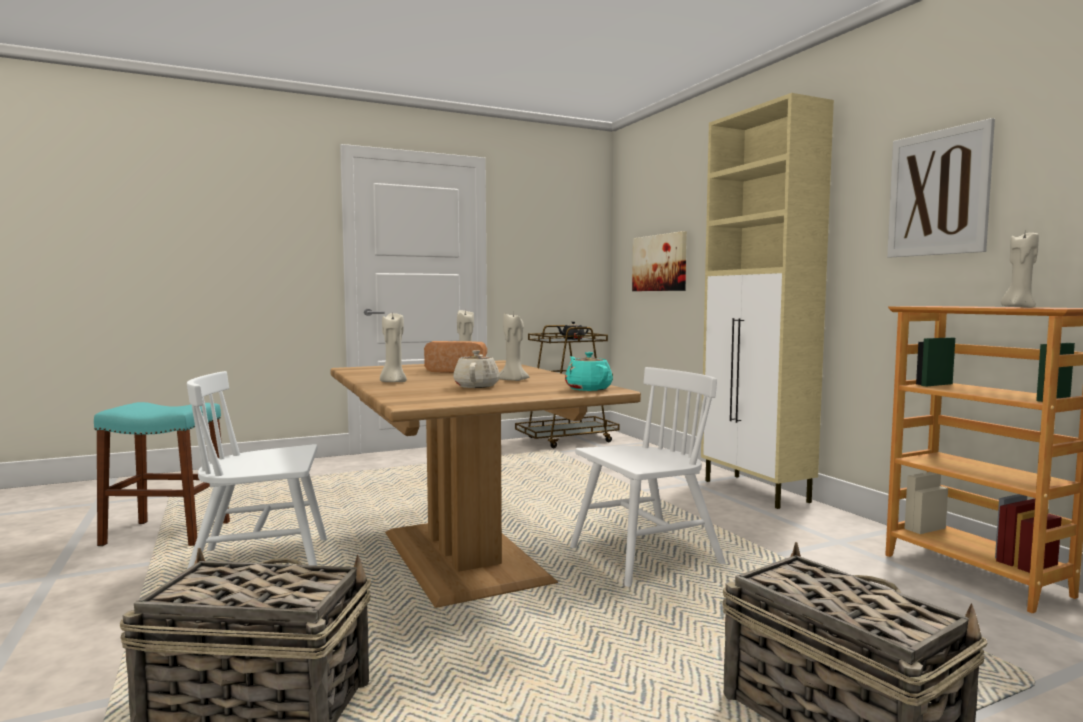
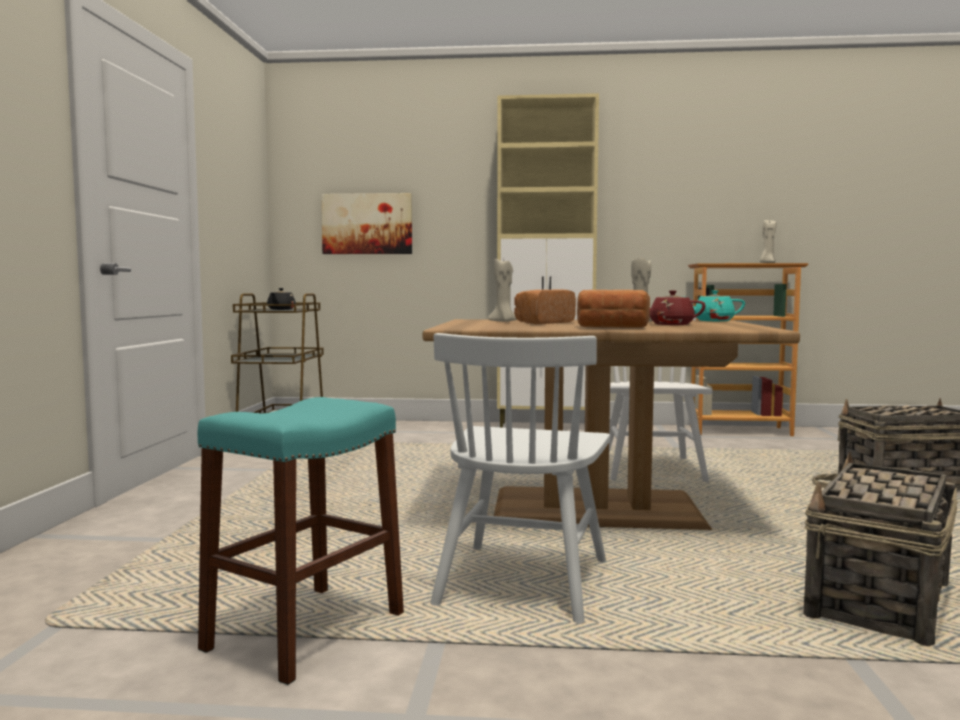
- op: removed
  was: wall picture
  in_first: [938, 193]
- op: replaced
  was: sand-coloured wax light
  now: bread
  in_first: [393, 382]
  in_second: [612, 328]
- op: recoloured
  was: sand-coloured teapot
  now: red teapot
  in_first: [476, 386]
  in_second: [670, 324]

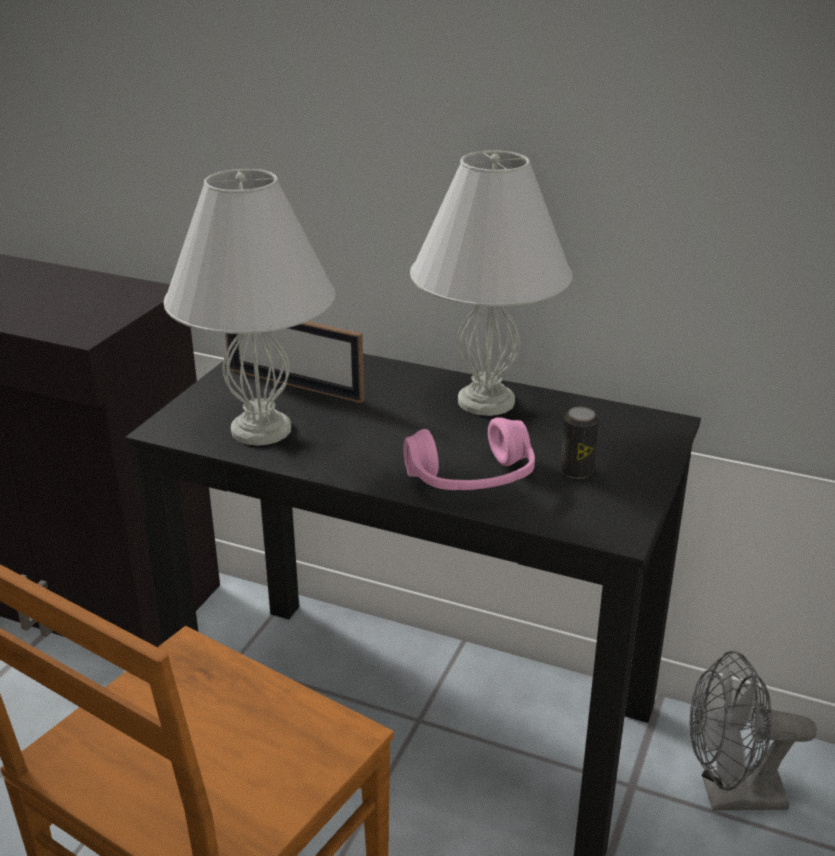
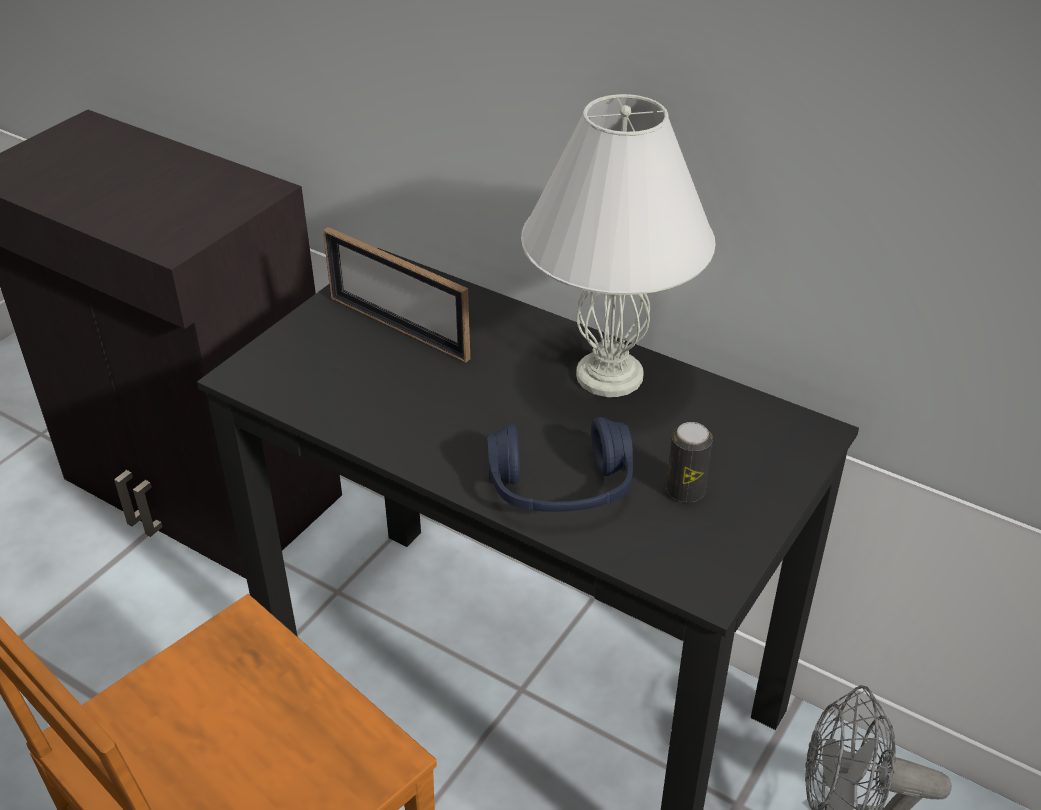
- op: removed
  was: whitish tabletop lamp
  in_first: [262, 429]
- op: recoloured
  was: pink headset
  now: blue headset
  in_first: [472, 479]
  in_second: [561, 488]

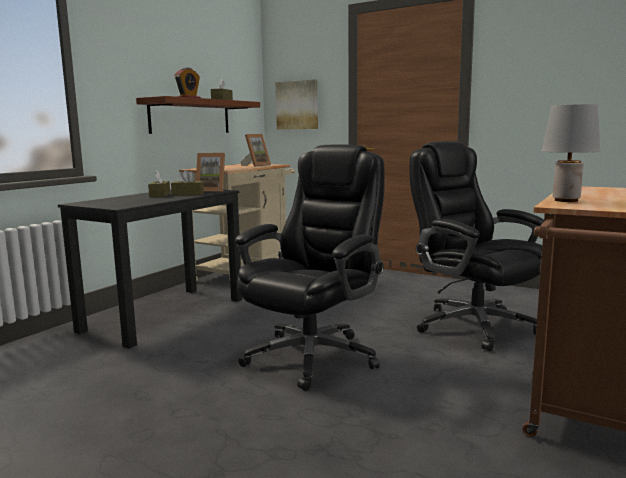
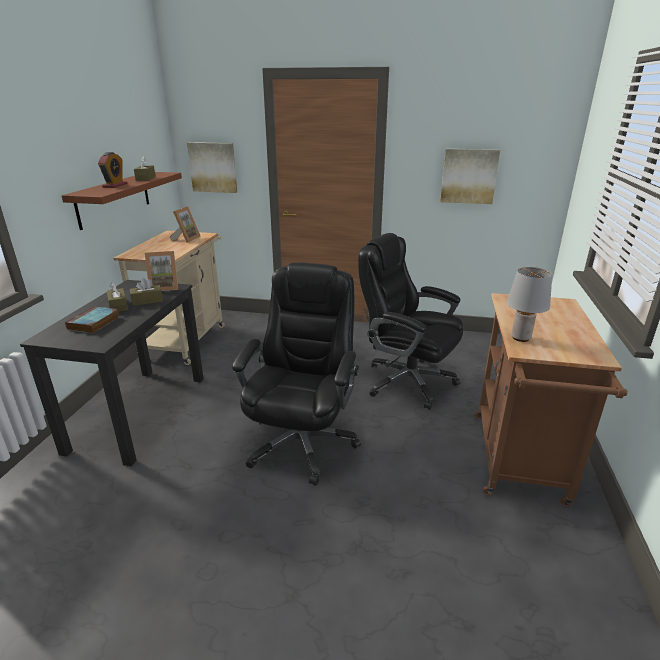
- op: added
  now: wall picture
  in_second: [469, 176]
- op: added
  now: book
  in_second: [93, 323]

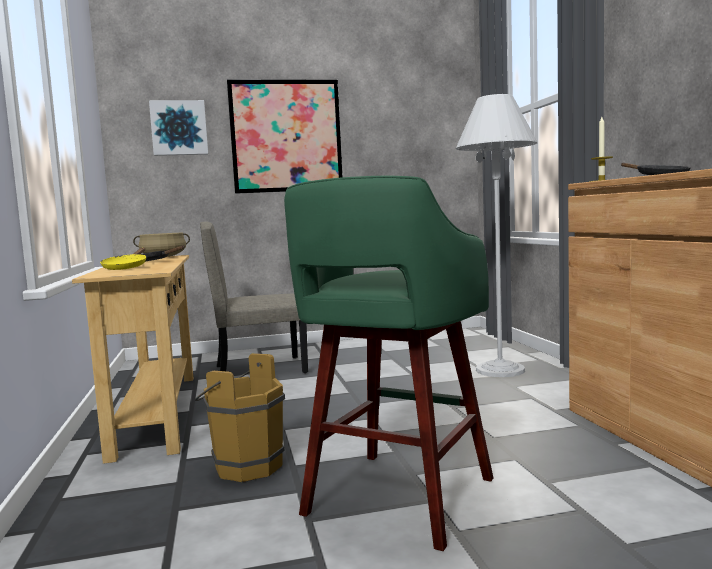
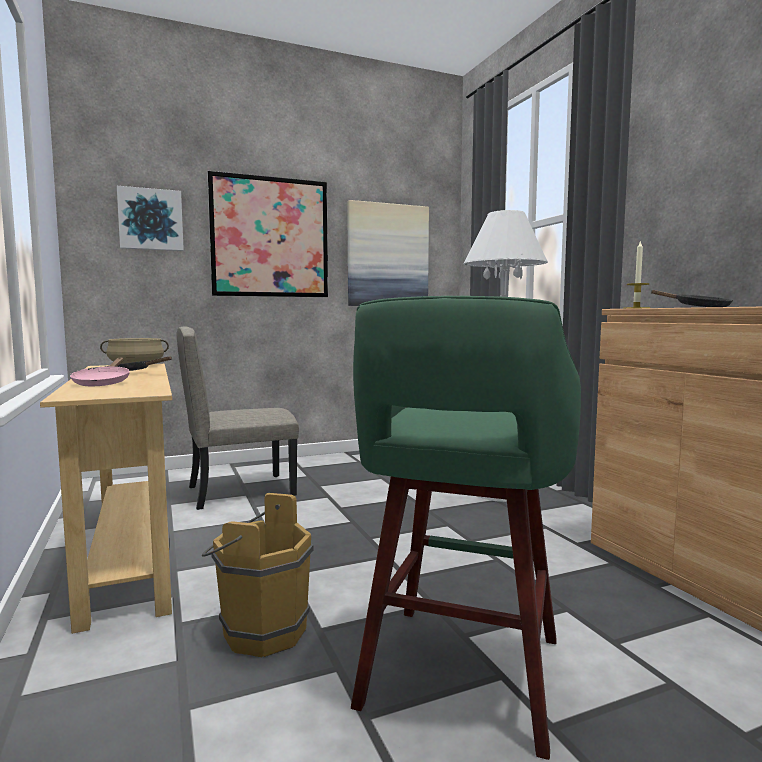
- op: recoloured
  was: yellowish frying pan
  now: pink frying pan
  in_first: [126, 267]
  in_second: [103, 383]
- op: added
  now: wall picture
  in_second: [387, 255]

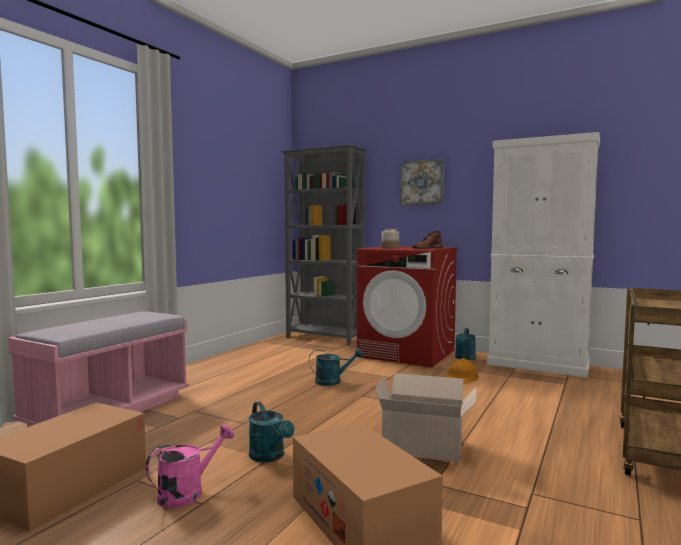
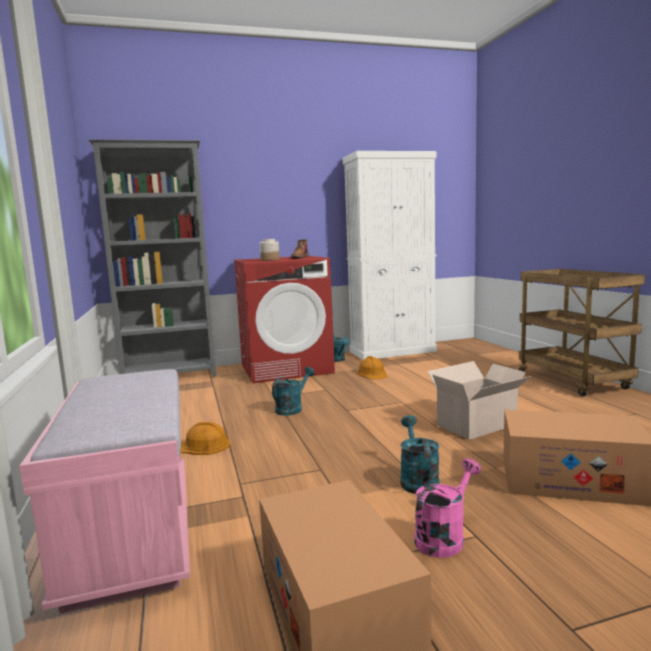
- op: removed
  was: wall picture
  in_first: [422, 182]
- op: turned
  was: blue-green watering can
  in_first: [270, 457]
  in_second: [417, 480]
  clockwise: -105
- op: turned
  was: pink watering can
  in_first: [188, 492]
  in_second: [444, 537]
  clockwise: 45
- op: added
  now: orange-coloured work helmet
  in_second: [203, 446]

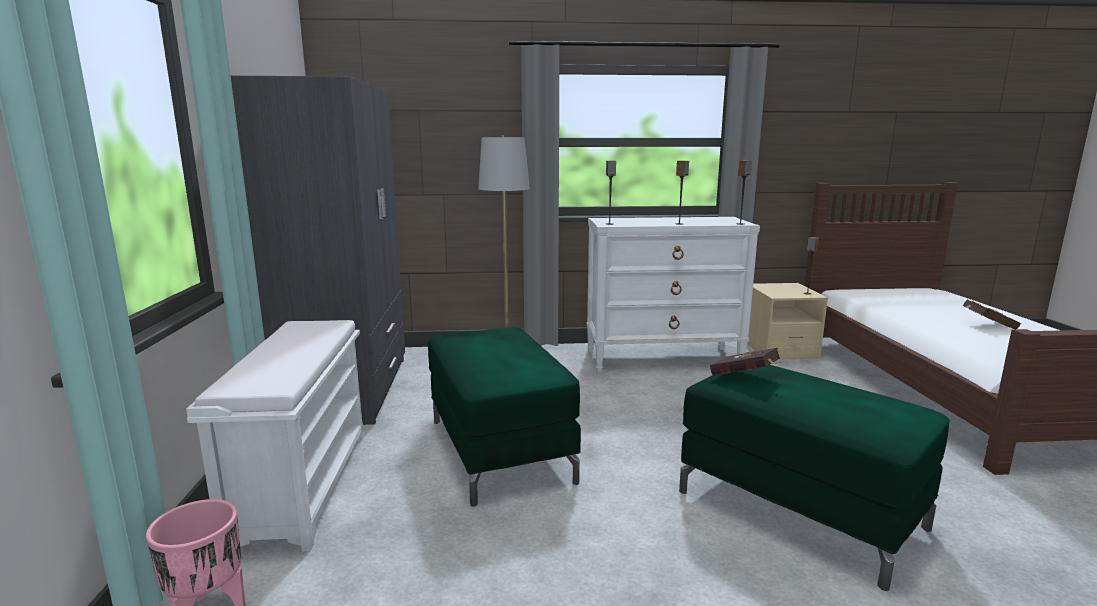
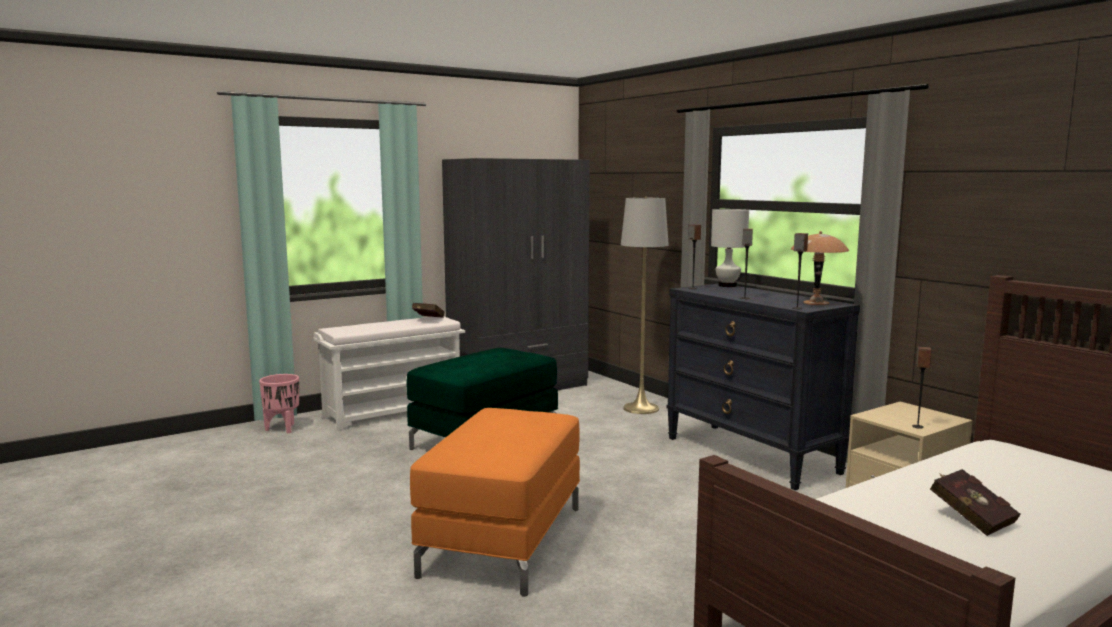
- op: recoloured
  was: whitish dresser
  now: blackish dresser
  in_first: [663, 359]
  in_second: [751, 455]
- op: moved
  was: red book
  in_first: [745, 378]
  in_second: [427, 320]
- op: recoloured
  was: green-coloured footrest
  now: orange-coloured footrest
  in_first: [796, 509]
  in_second: [503, 539]
- op: added
  now: whitish tabletop lamp
  in_second: [728, 285]
- op: added
  now: brown-coloured tabletop lamp
  in_second: [816, 303]

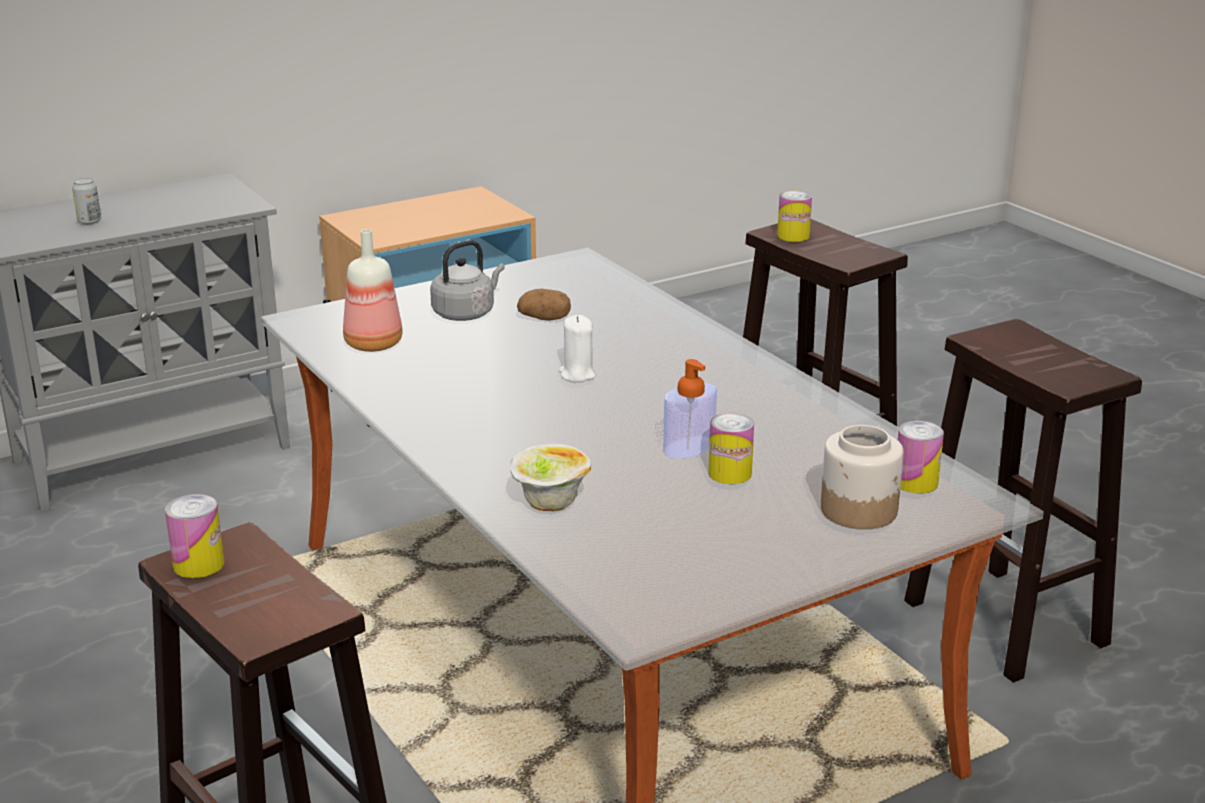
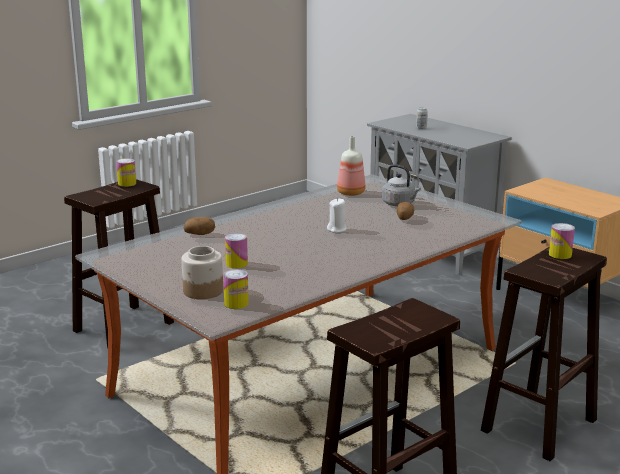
- op: removed
  was: liquid soap bottle
  in_first: [689, 447]
- op: replaced
  was: serving bowl
  now: potato
  in_first: [549, 504]
  in_second: [200, 234]

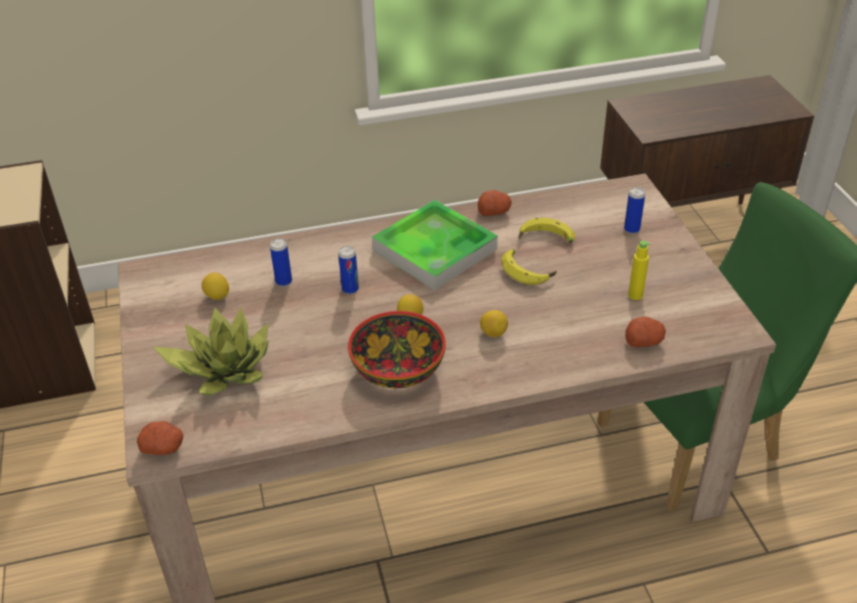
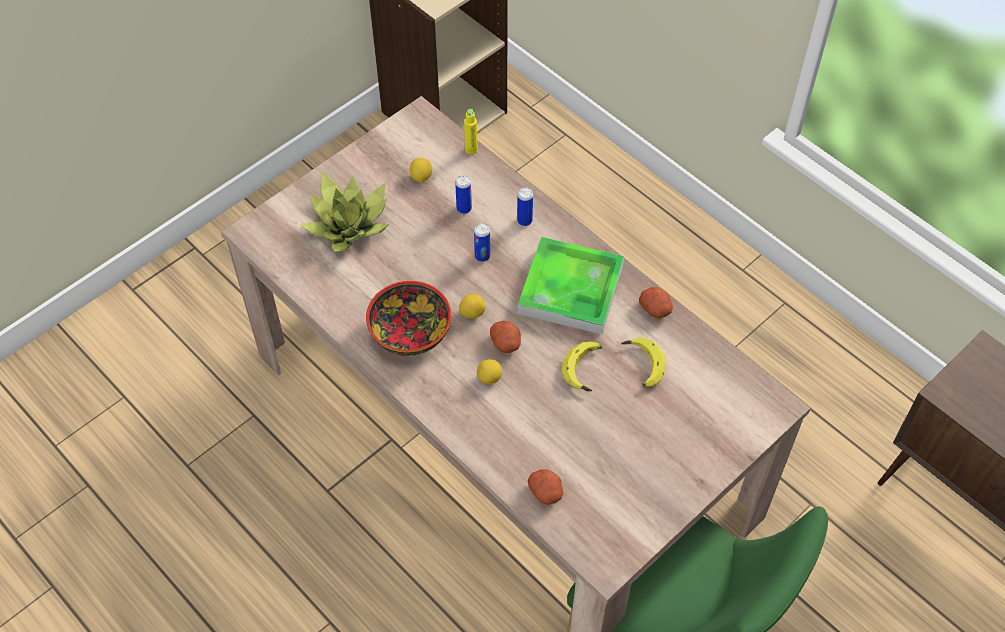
- op: moved
  was: can
  in_first: [631, 229]
  in_second: [524, 221]
- op: moved
  was: yellowish beverage bottle
  in_first: [635, 295]
  in_second: [471, 150]
- op: moved
  was: potato
  in_first: [164, 447]
  in_second: [506, 343]

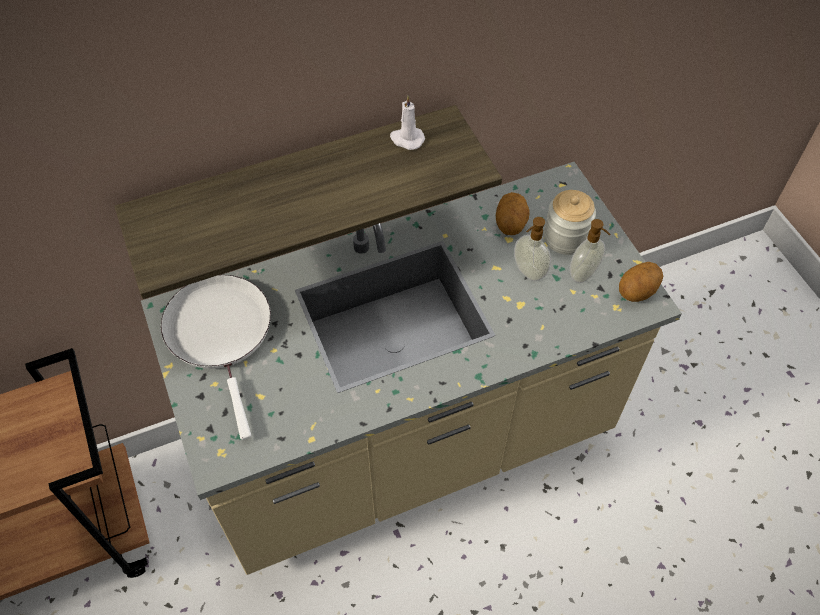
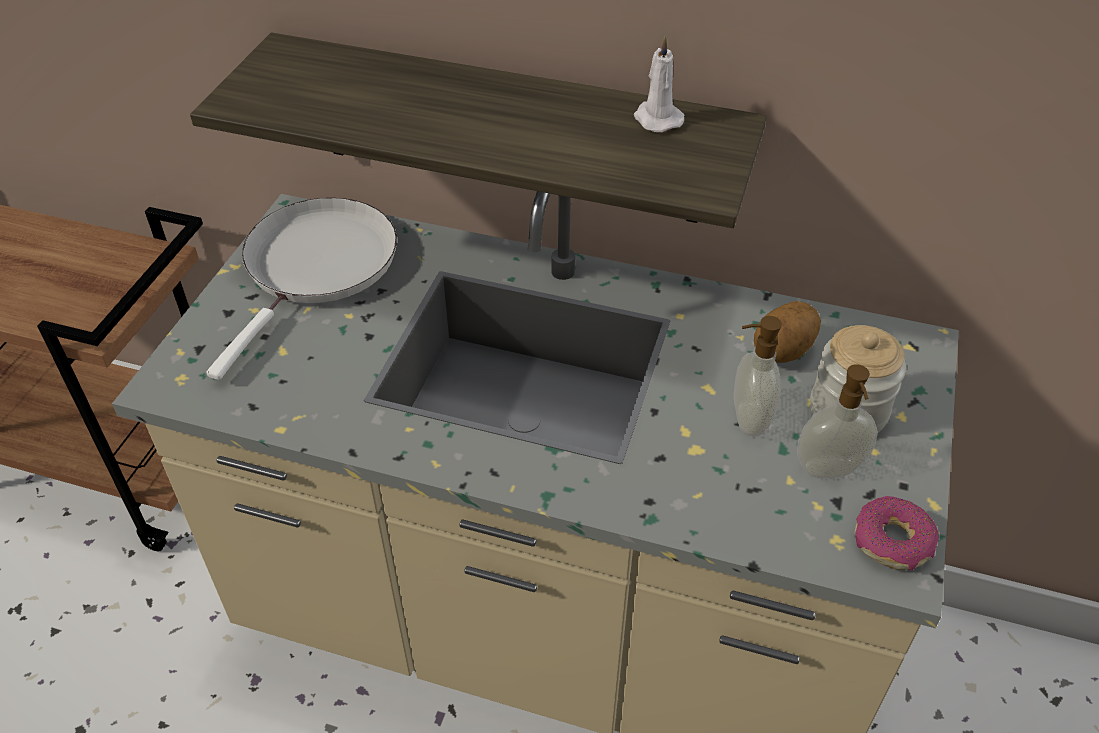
- op: replaced
  was: potato
  now: doughnut
  in_first: [637, 292]
  in_second: [892, 542]

